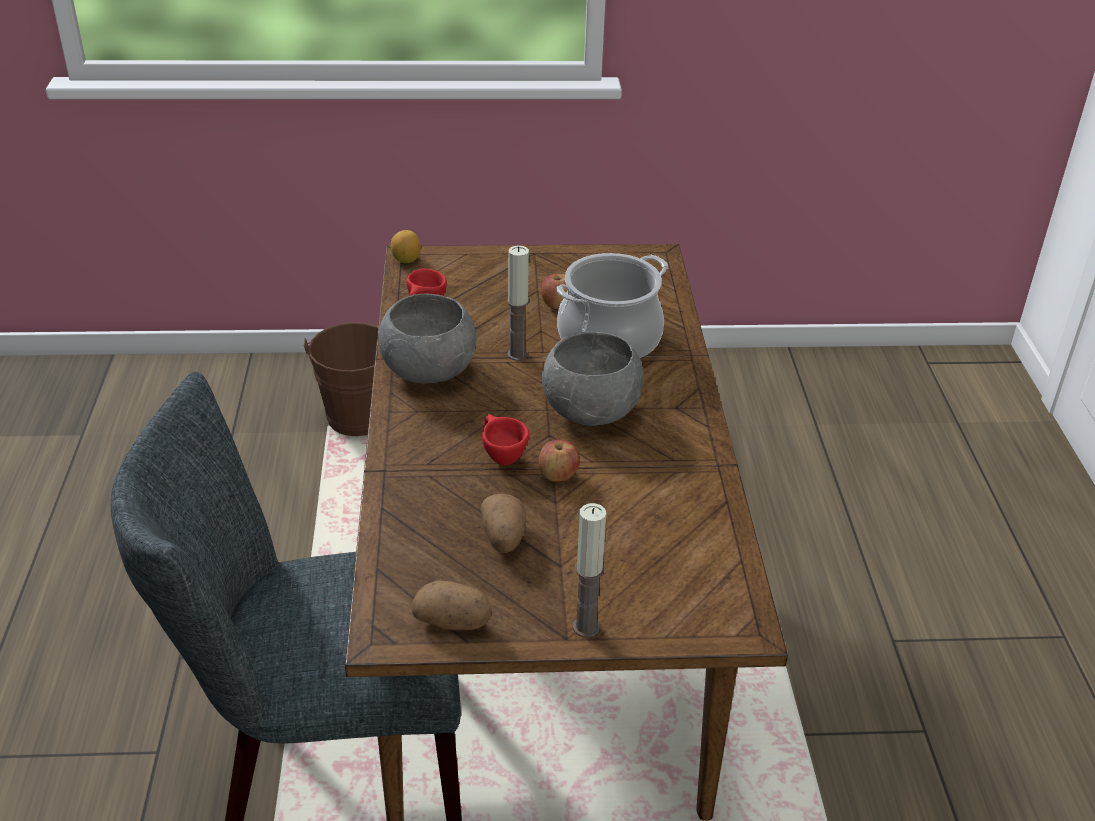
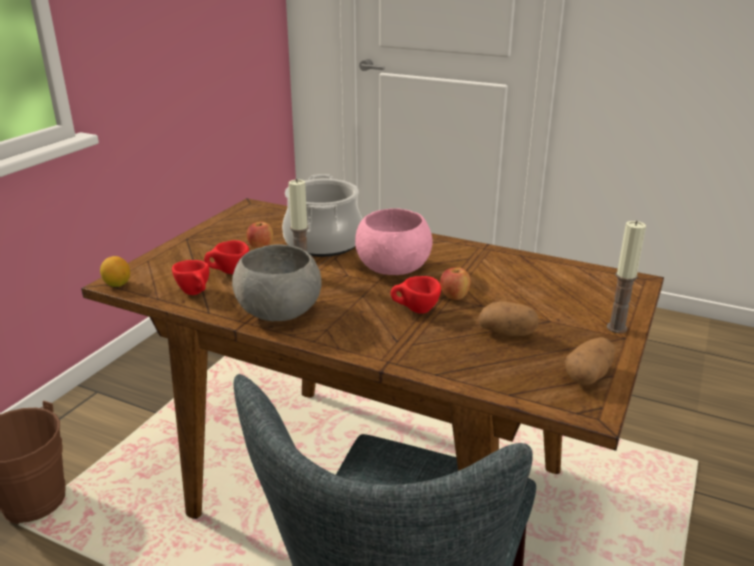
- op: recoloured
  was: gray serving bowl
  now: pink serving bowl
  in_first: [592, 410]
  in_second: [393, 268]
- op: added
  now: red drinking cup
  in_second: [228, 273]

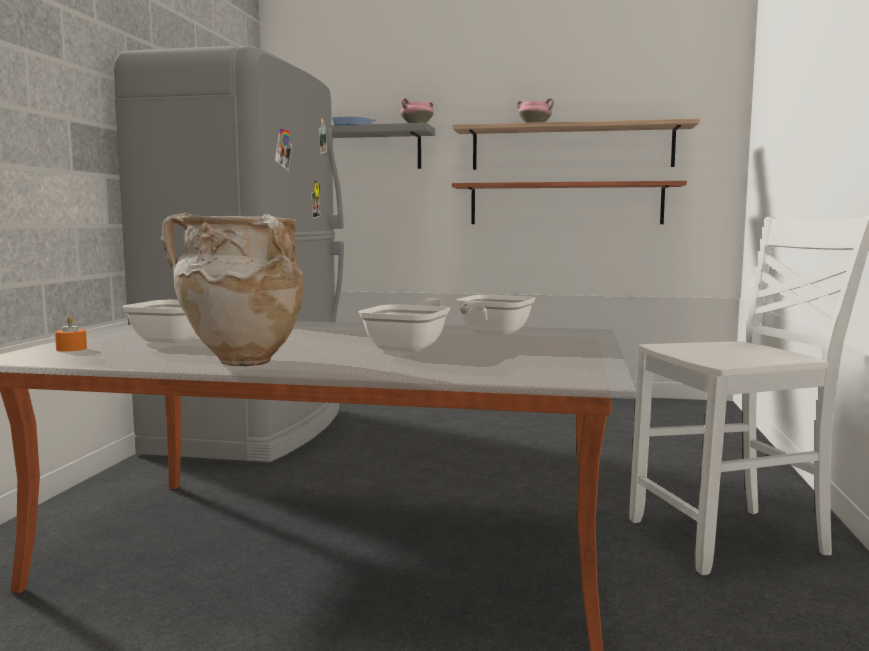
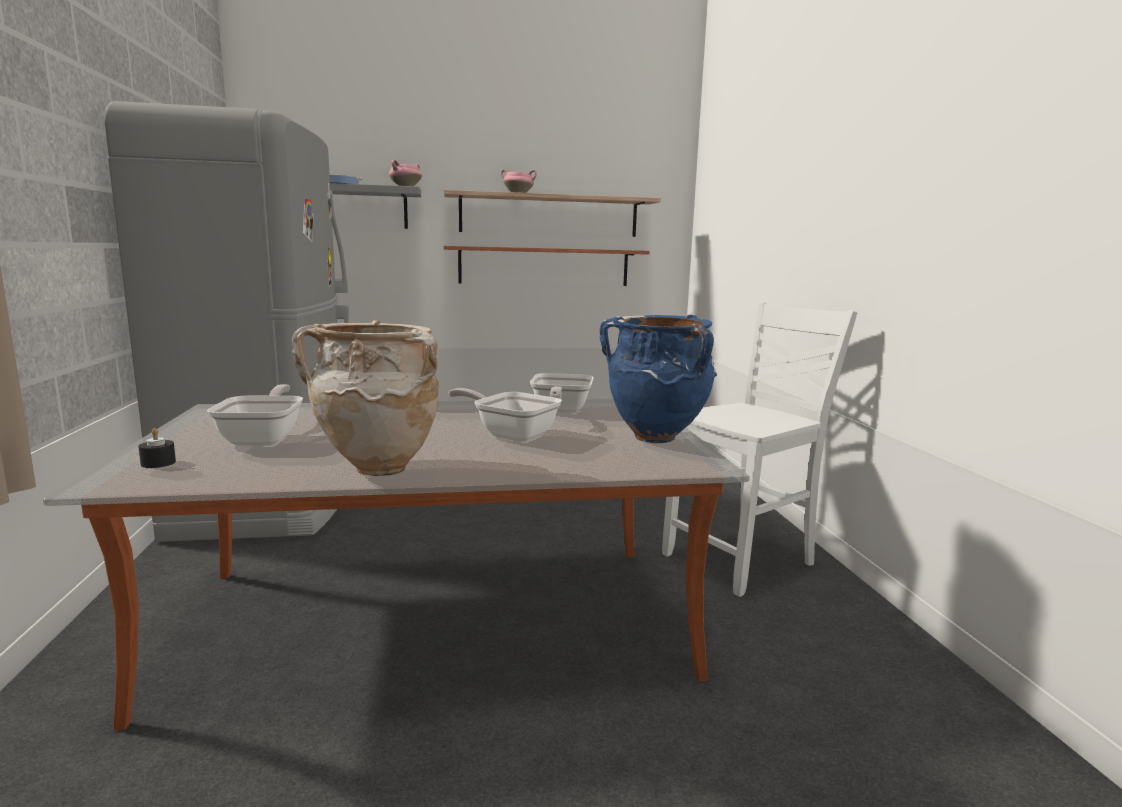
- op: turned
  was: frying pan
  in_first: [410, 347]
  in_second: [510, 434]
  clockwise: -60
- op: recoloured
  was: orange-coloured wax light
  now: blackish wax light
  in_first: [71, 349]
  in_second: [158, 463]
- op: added
  now: blue decorative vase
  in_second: [658, 438]

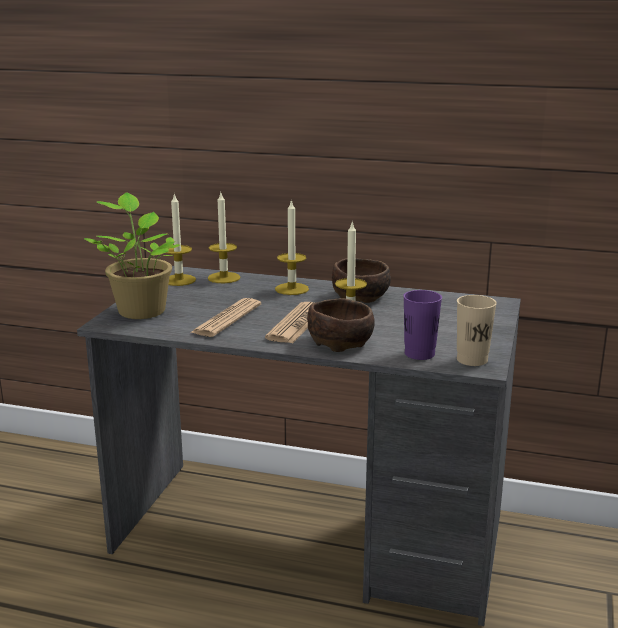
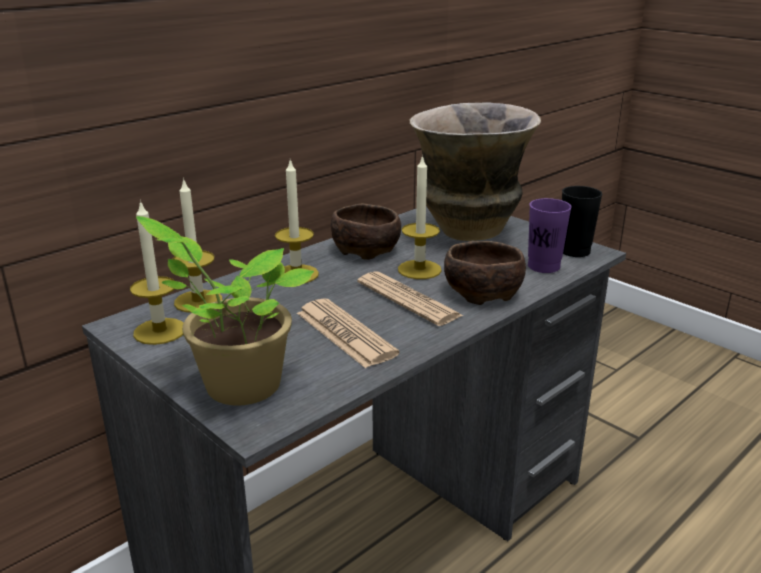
- op: recoloured
  was: sand-coloured drinking cup
  now: blackish drinking cup
  in_first: [472, 360]
  in_second: [574, 251]
- op: added
  now: decorative vase
  in_second: [468, 233]

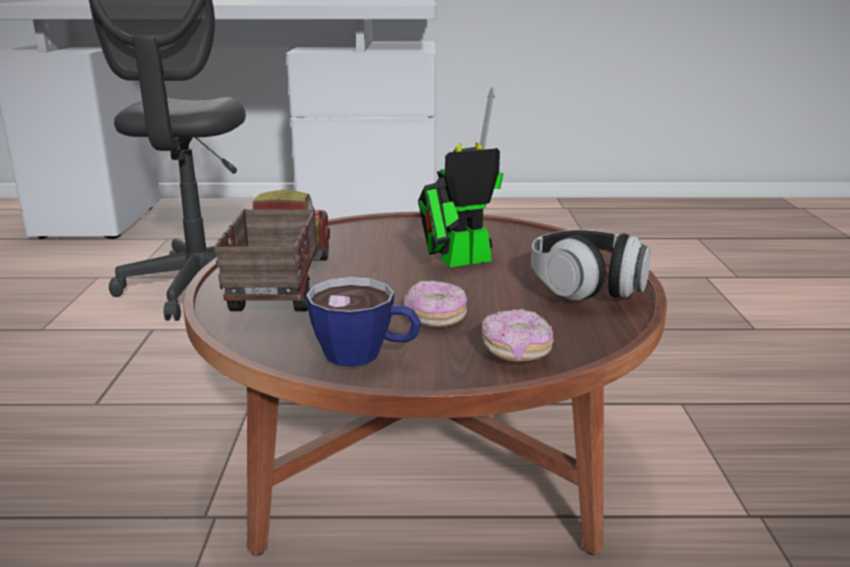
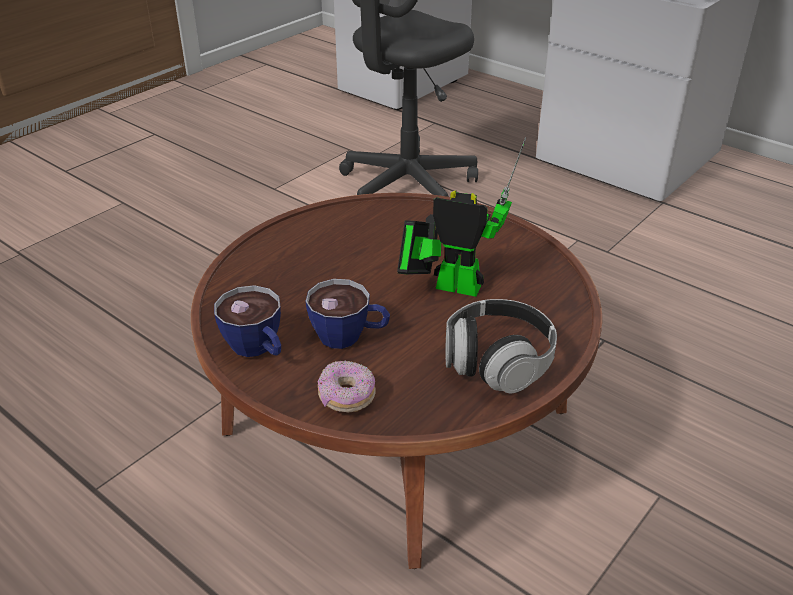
- op: removed
  was: model truck
  in_first: [279, 285]
- op: replaced
  was: doughnut
  now: drinking cup
  in_first: [434, 318]
  in_second: [349, 336]

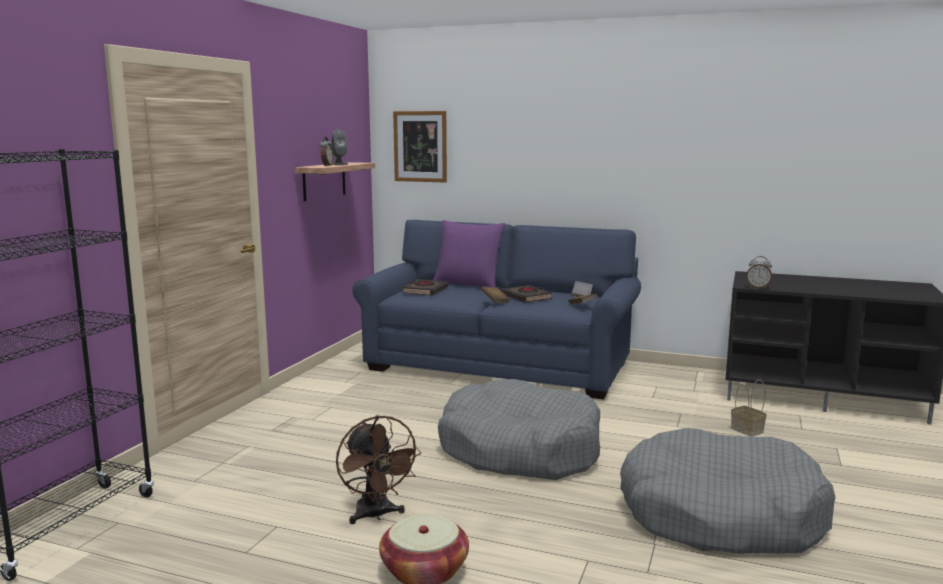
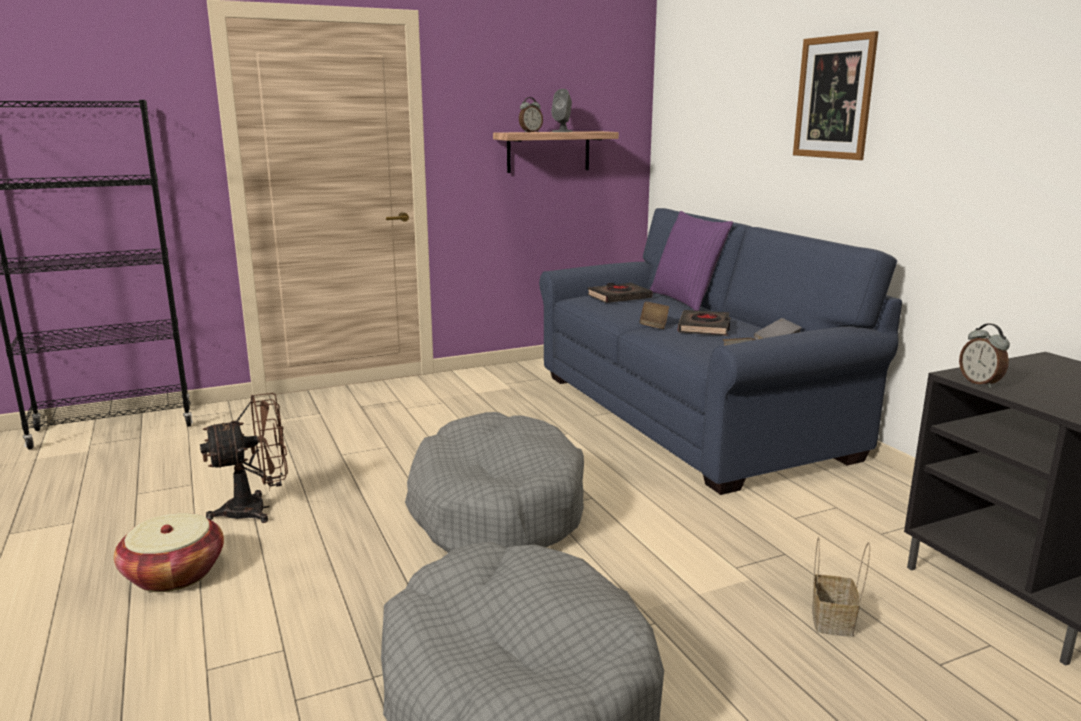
- op: moved
  was: wall picture
  in_first: [420, 146]
  in_second: [834, 97]
- op: turned
  was: brown-coloured electric fan
  in_first: [376, 515]
  in_second: [257, 509]
  clockwise: -135

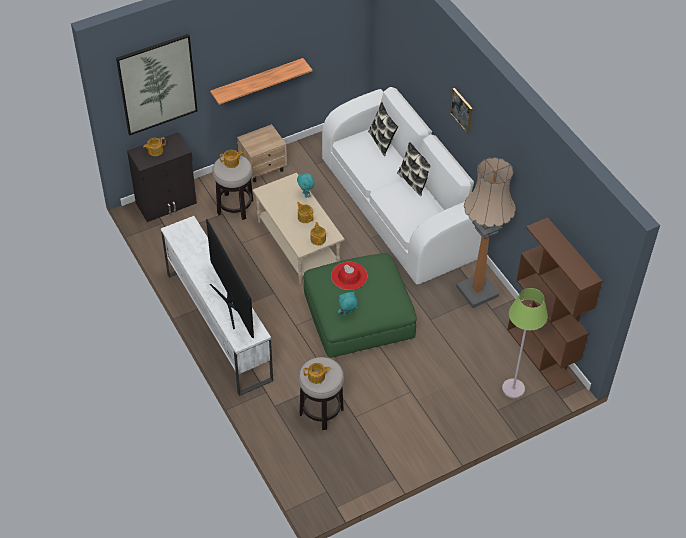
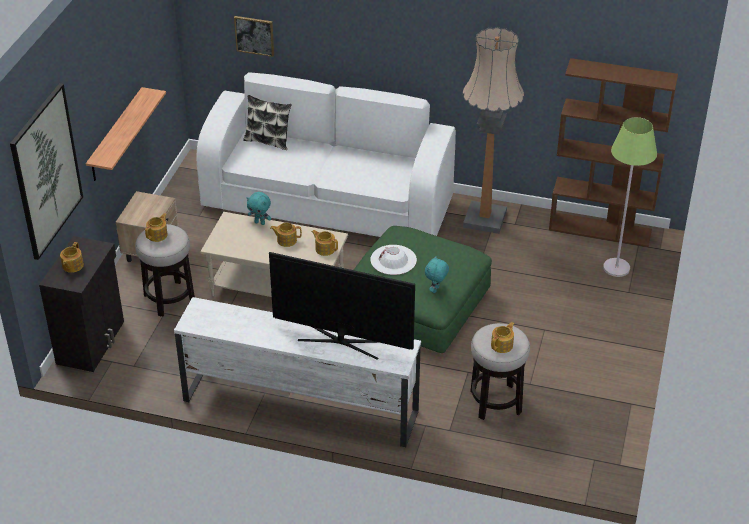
- op: moved
  was: wall picture
  in_first: [462, 110]
  in_second: [254, 35]
- op: removed
  was: cushion
  in_first: [413, 182]
- op: recoloured
  was: red clothing hat
  now: whitish clothing hat
  in_first: [349, 276]
  in_second: [393, 260]

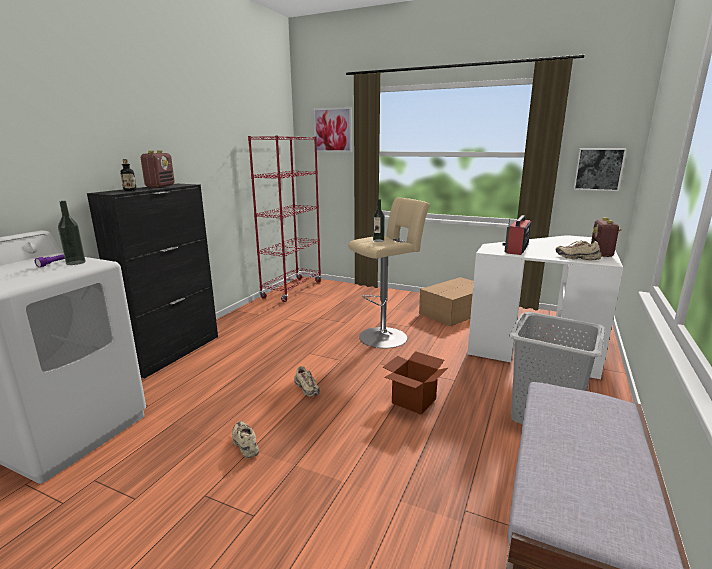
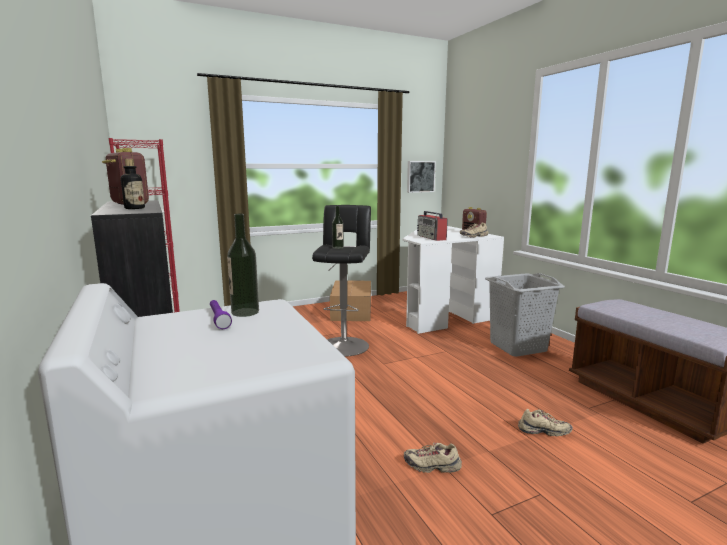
- op: removed
  was: wall picture
  in_first: [333, 130]
- op: recoloured
  was: sand-coloured stool
  now: blackish stool
  in_first: [386, 336]
  in_second: [344, 344]
- op: removed
  was: carton
  in_first: [414, 401]
- op: moved
  was: sand-coloured item of footwear
  in_first: [307, 389]
  in_second: [543, 431]

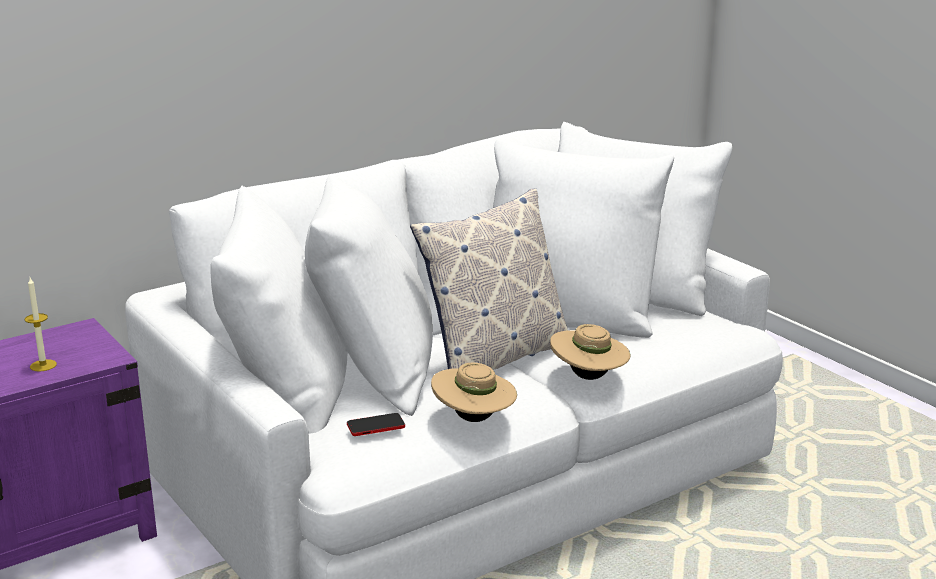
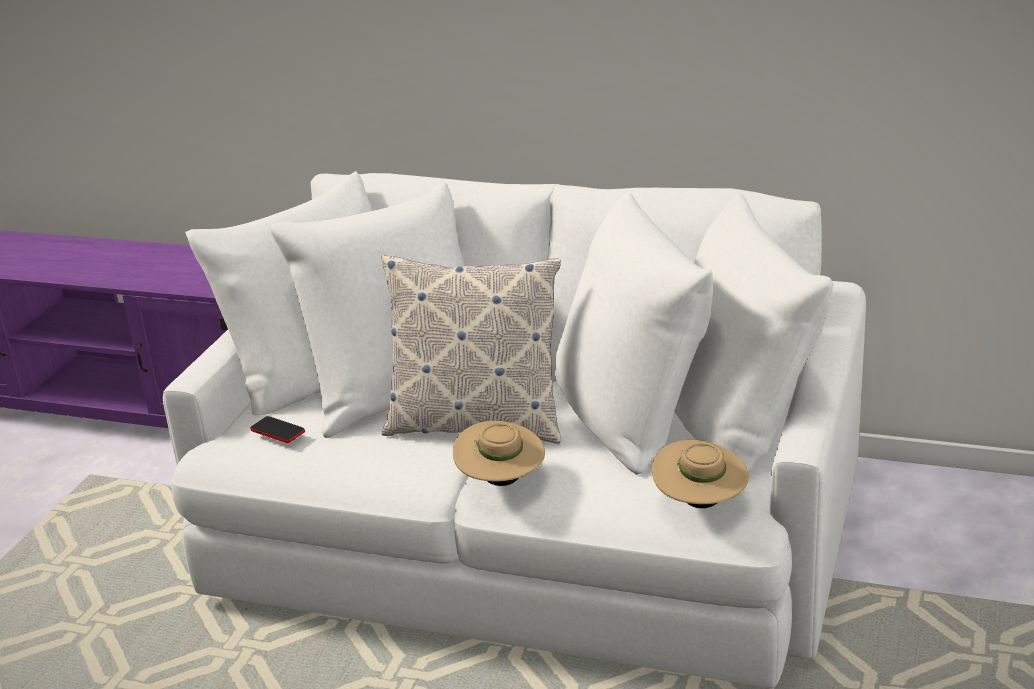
- op: removed
  was: wax light
  in_first: [43, 365]
- op: moved
  was: sand-coloured clothing hat
  in_first: [474, 419]
  in_second: [700, 503]

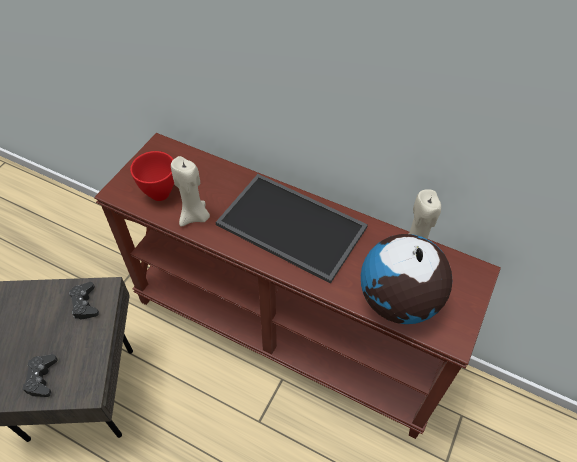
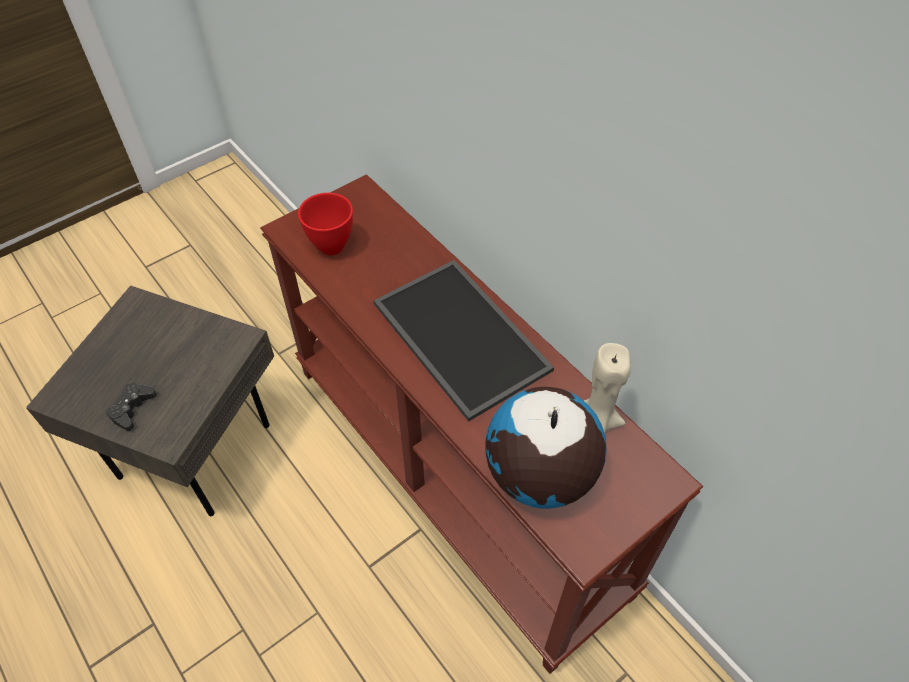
- op: removed
  was: sand-coloured wax light
  in_first: [195, 216]
- op: removed
  was: blackish joypad
  in_first: [85, 304]

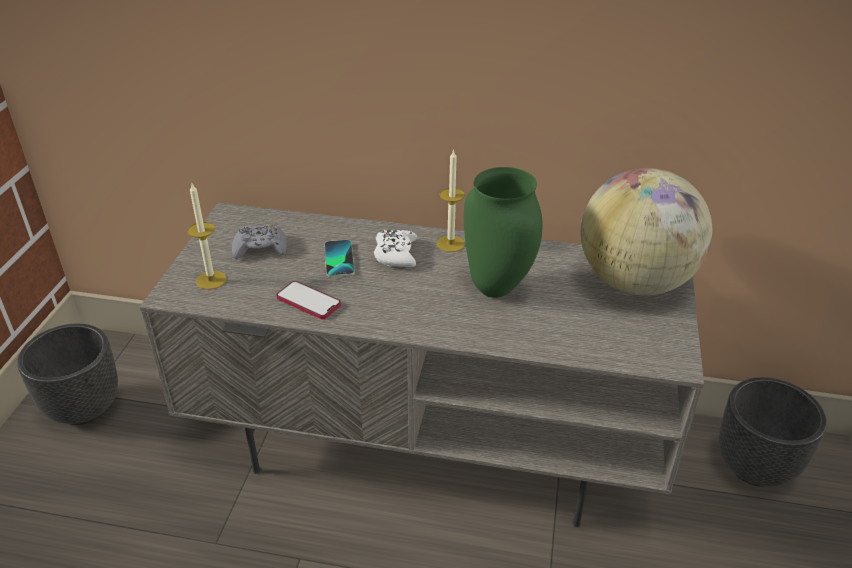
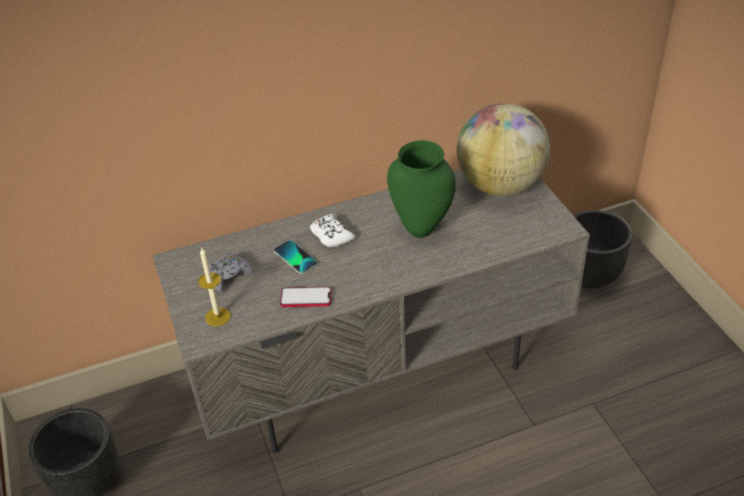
- op: removed
  was: wax light
  in_first: [450, 243]

